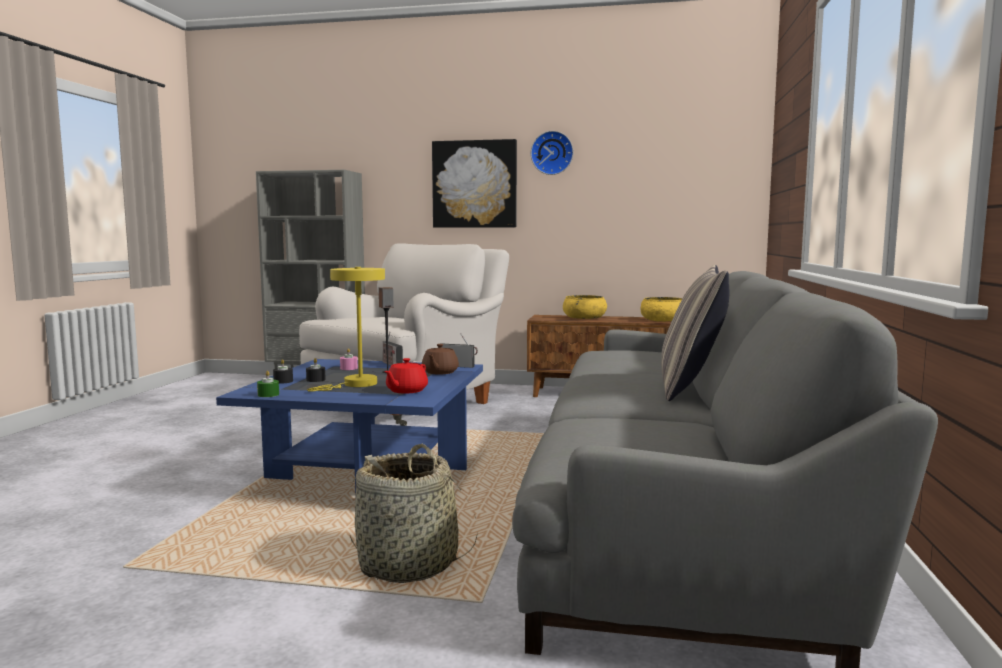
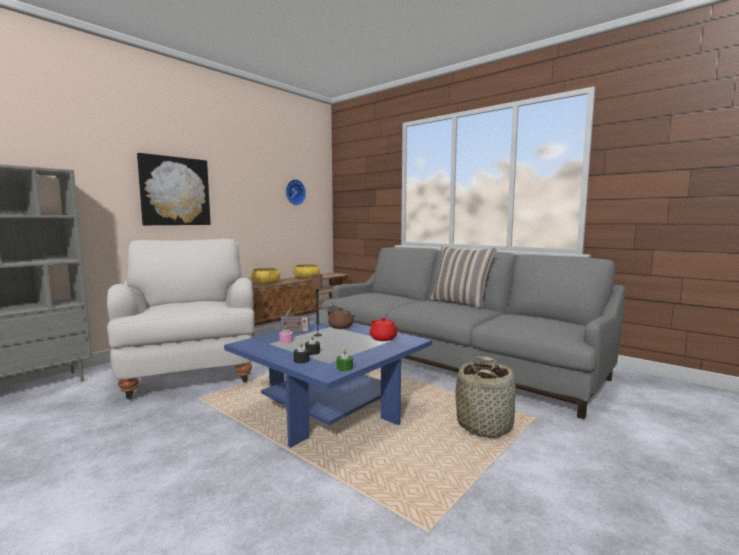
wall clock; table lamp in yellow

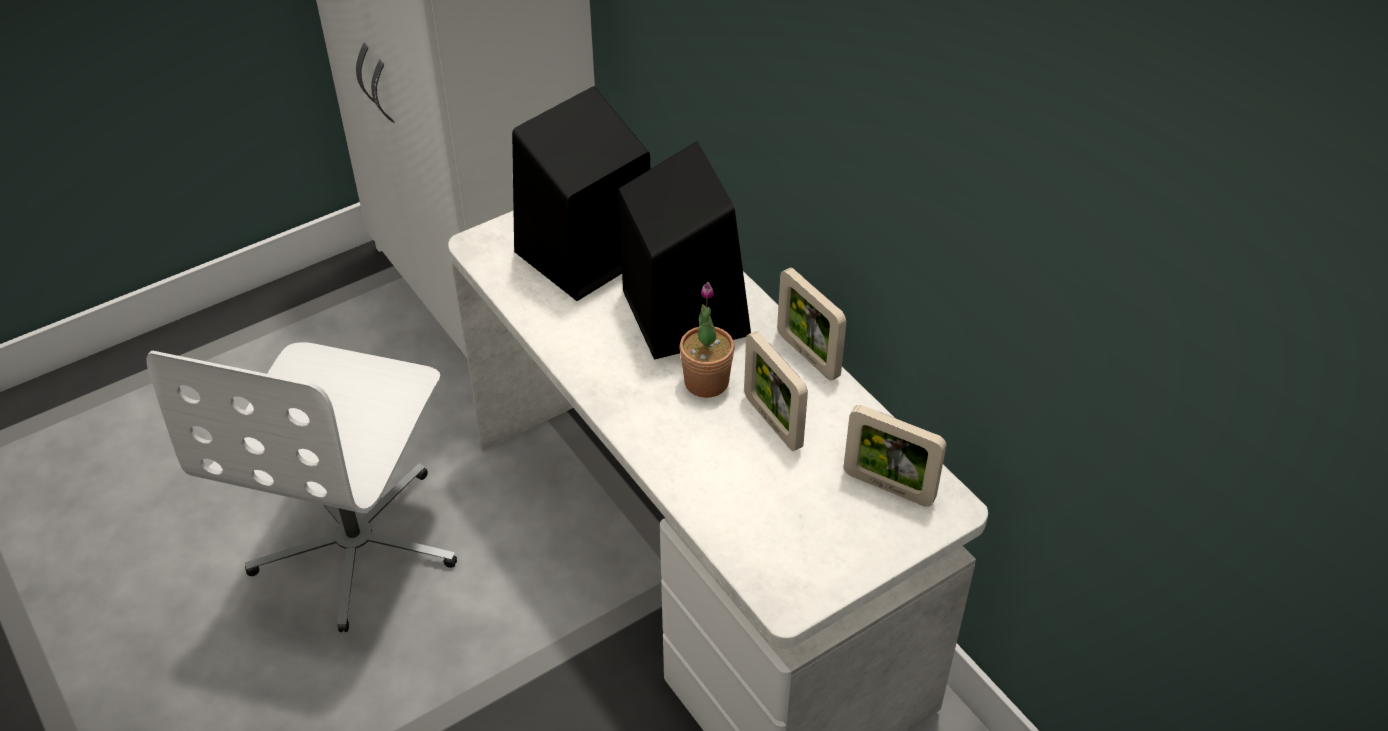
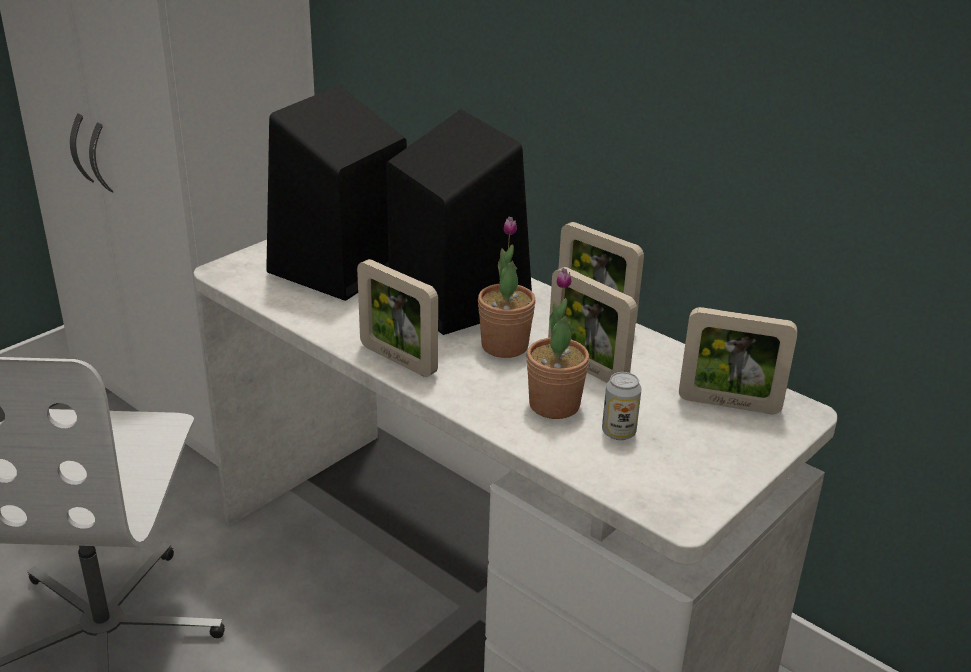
picture frame (1st from left); potted plant (2nd from left); can

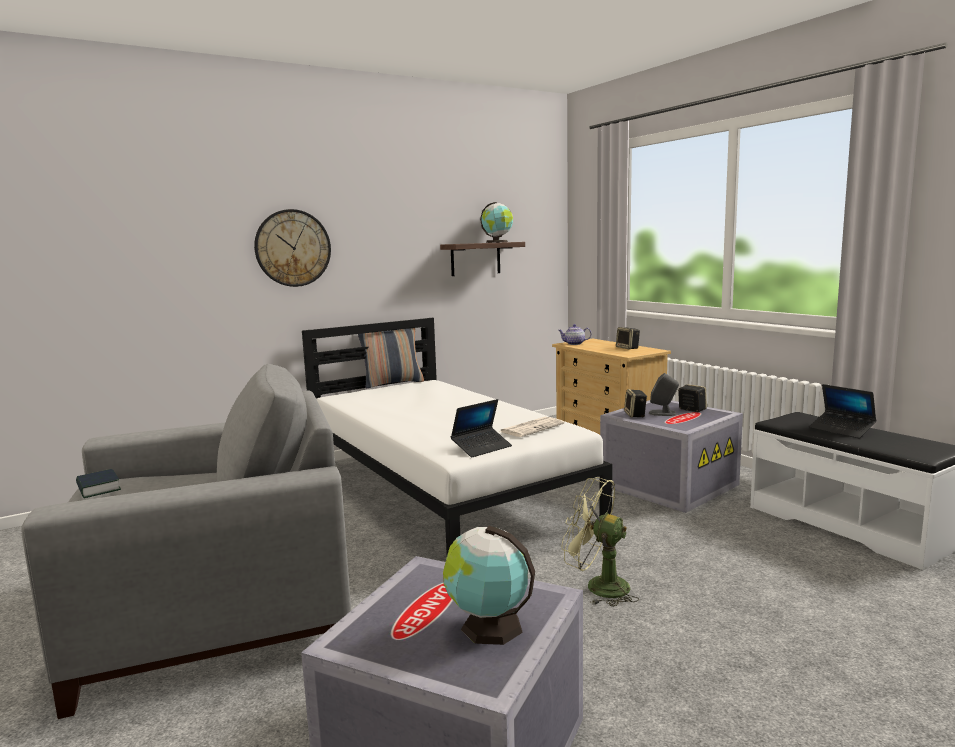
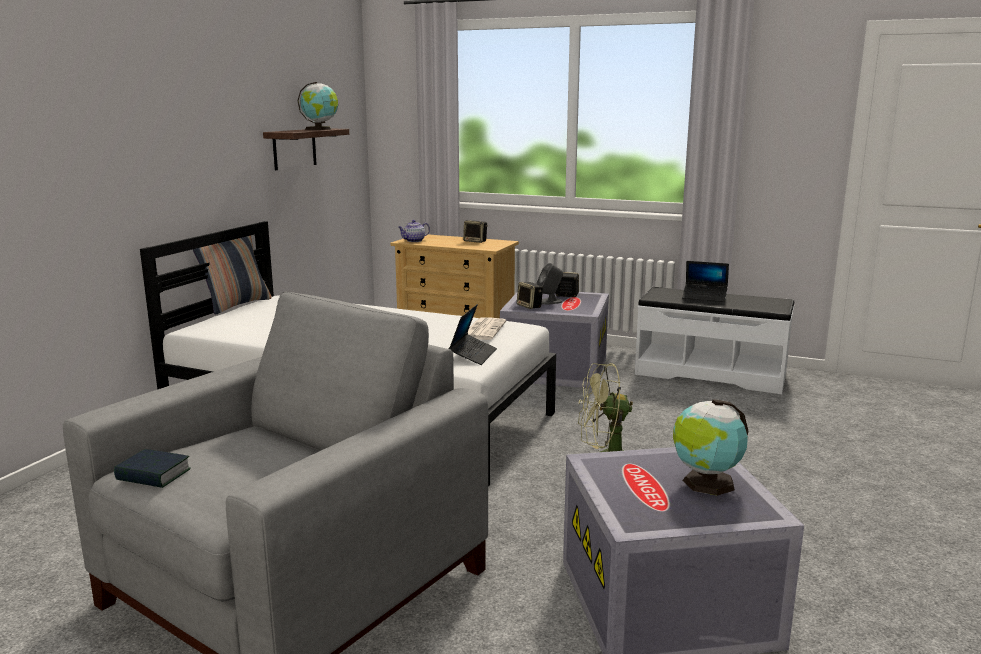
wall clock

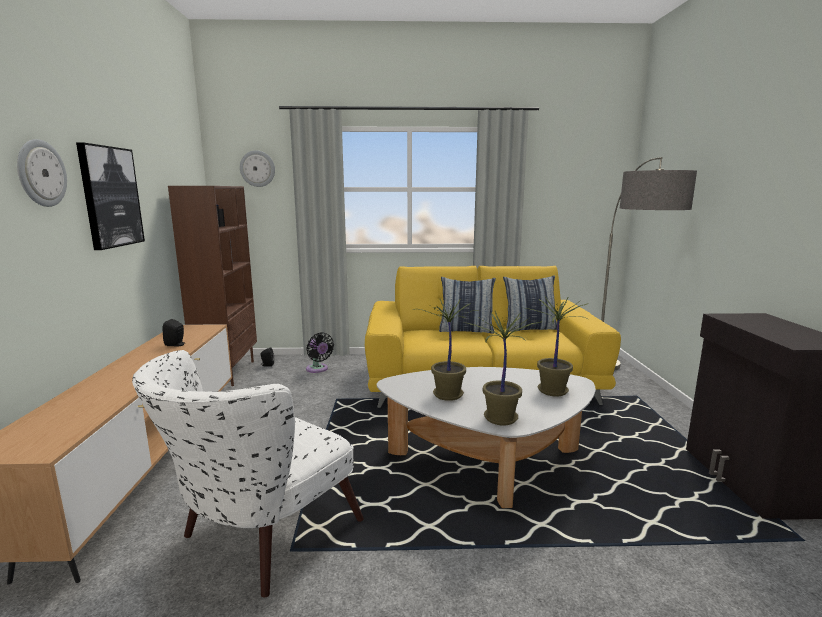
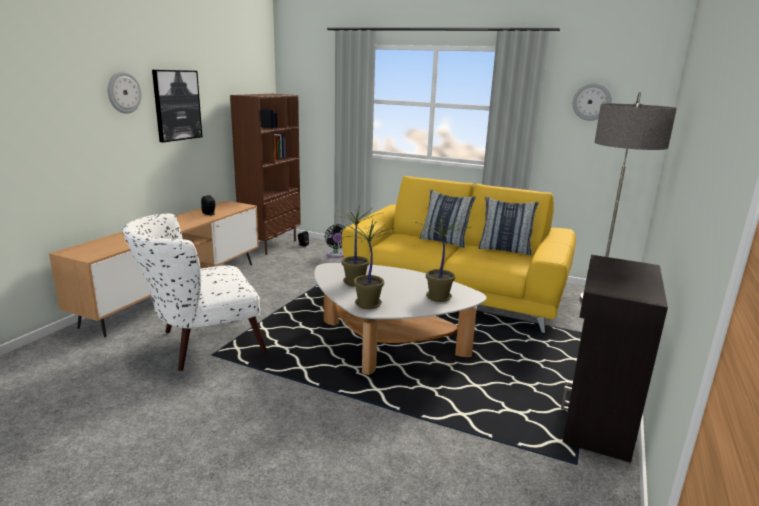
wall clock (2nd from left)

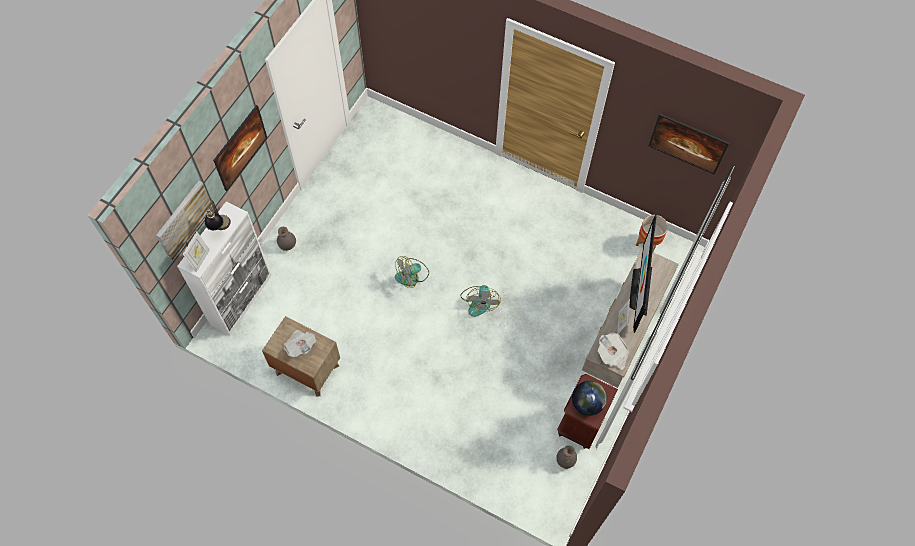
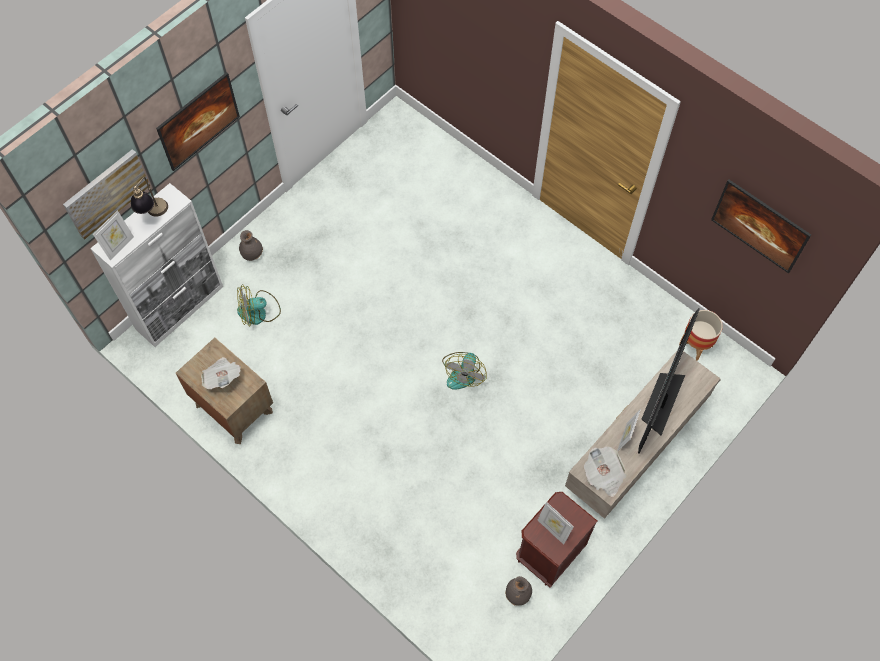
fan (1st from left); picture frame (2nd from left)

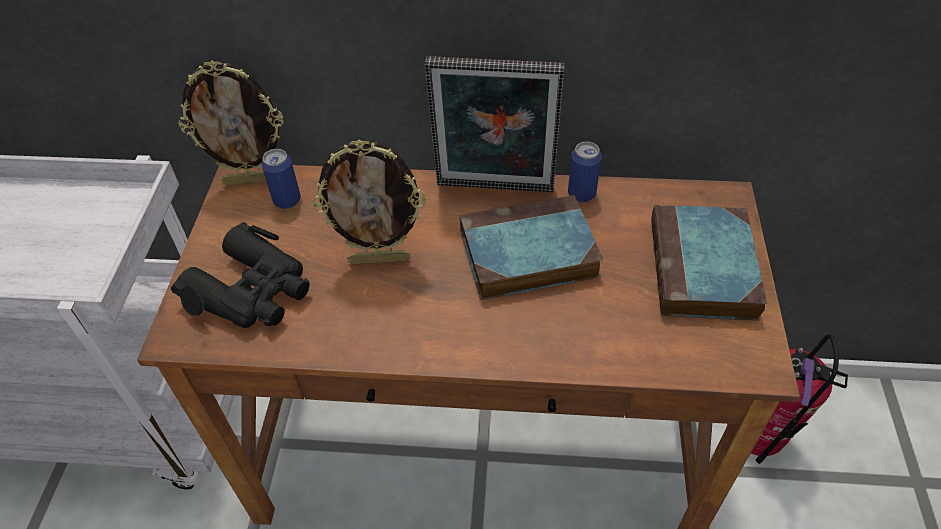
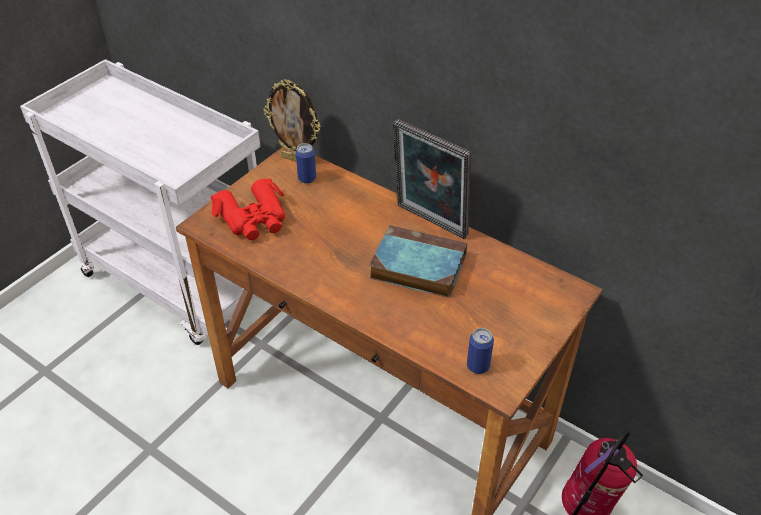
binoculars in red; can (2nd from left); picture frame (2nd from left in the first image); book (2nd from left in the first image)

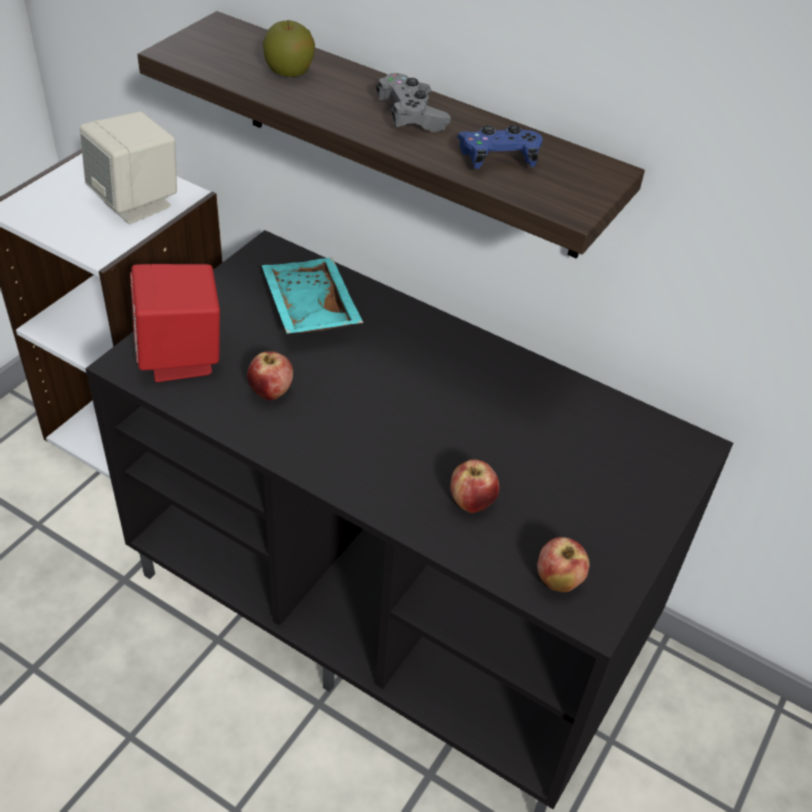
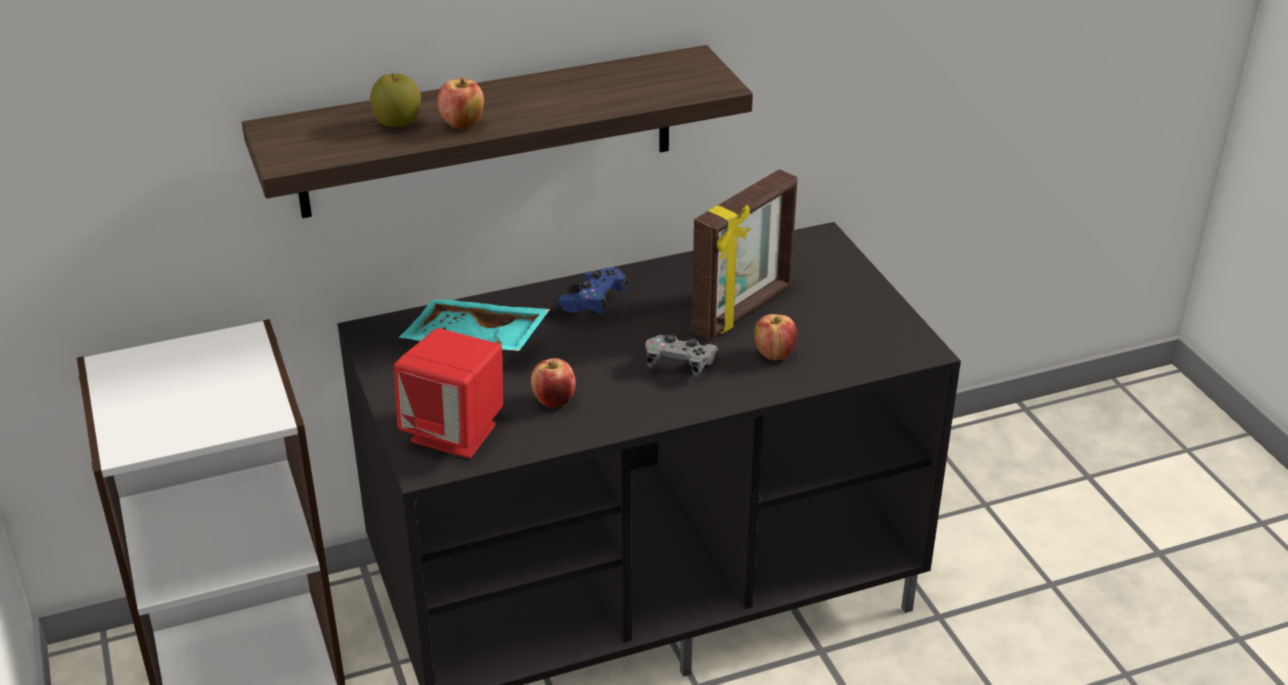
apple (2nd from left); game controller in blue; game controller in grey; picture frame; speaker in beige

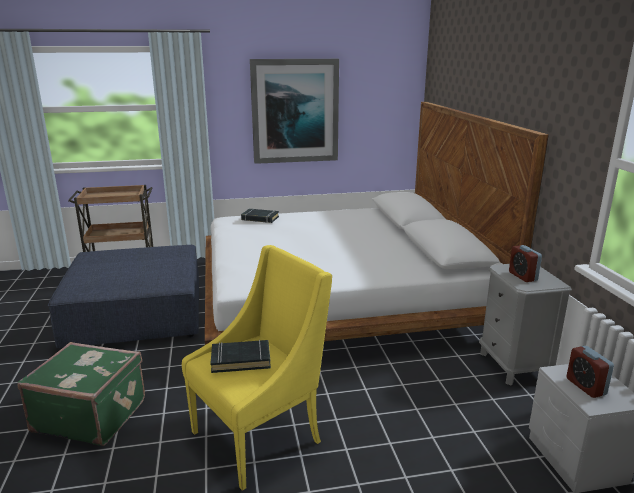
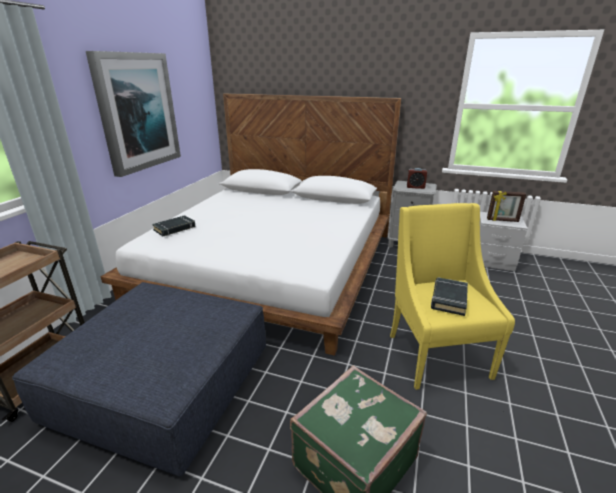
picture frame

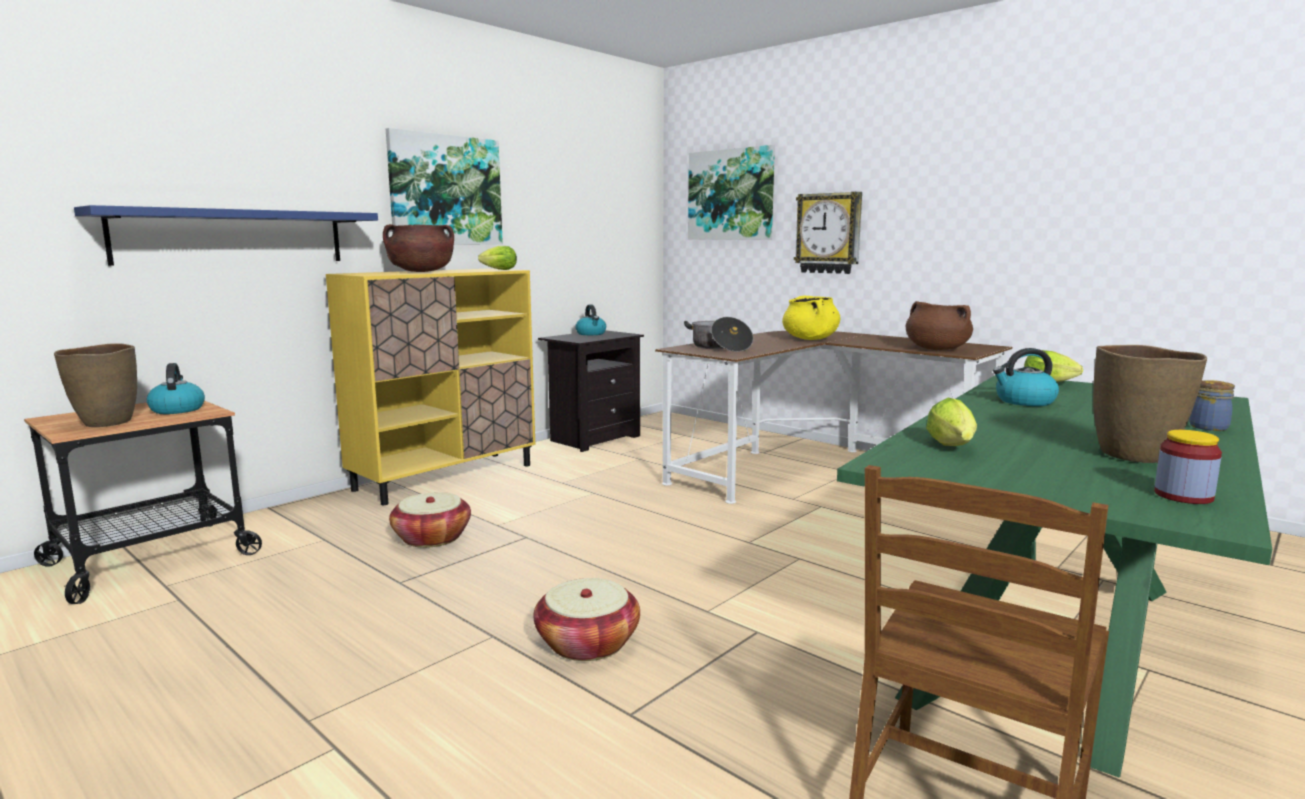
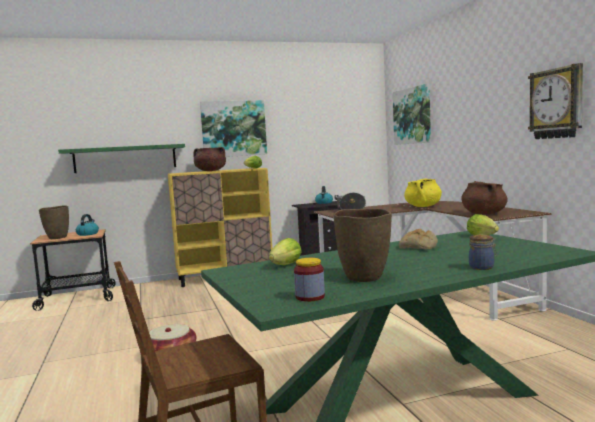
shelf in green; bread; wall clock; basket (1st from left in the first image)

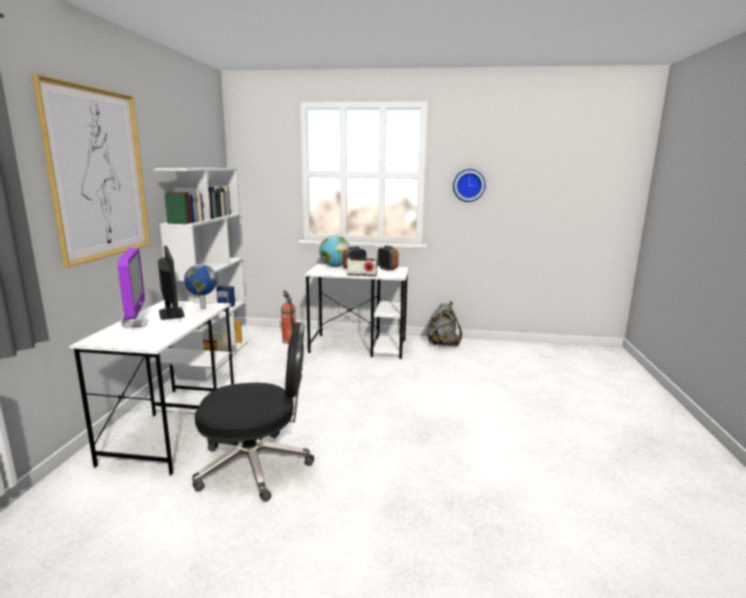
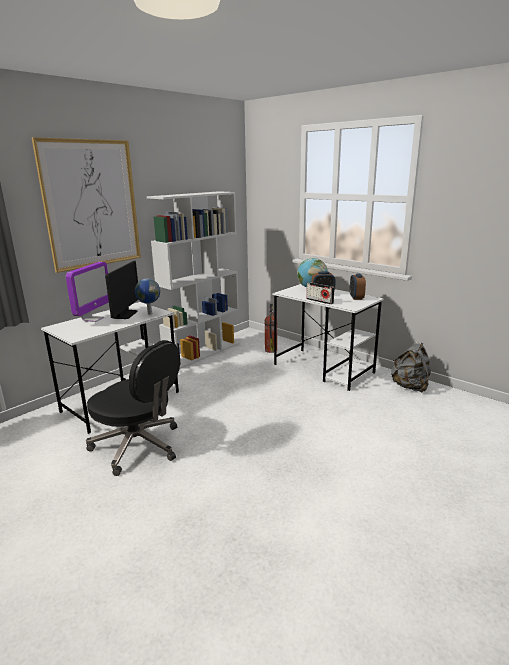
wall clock

